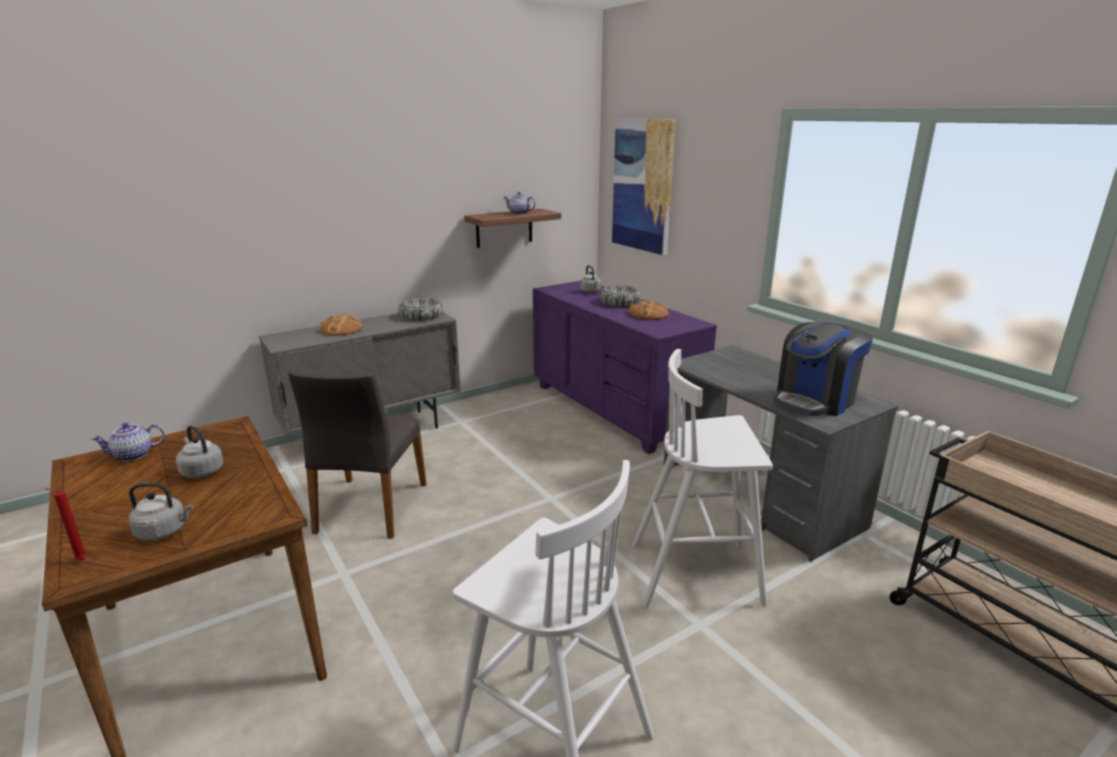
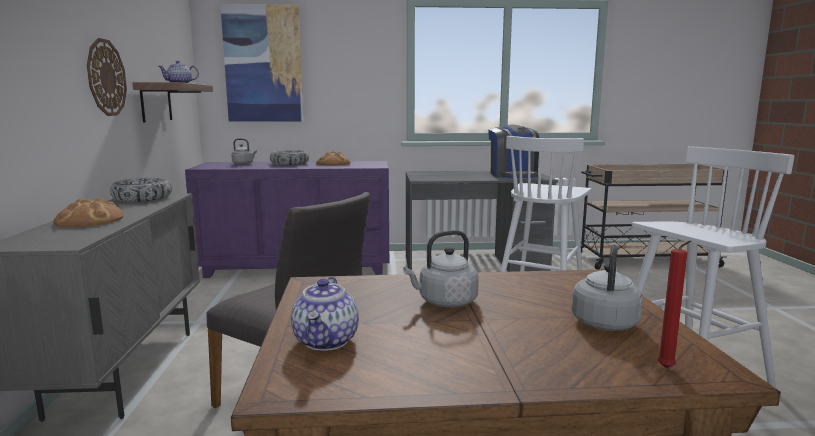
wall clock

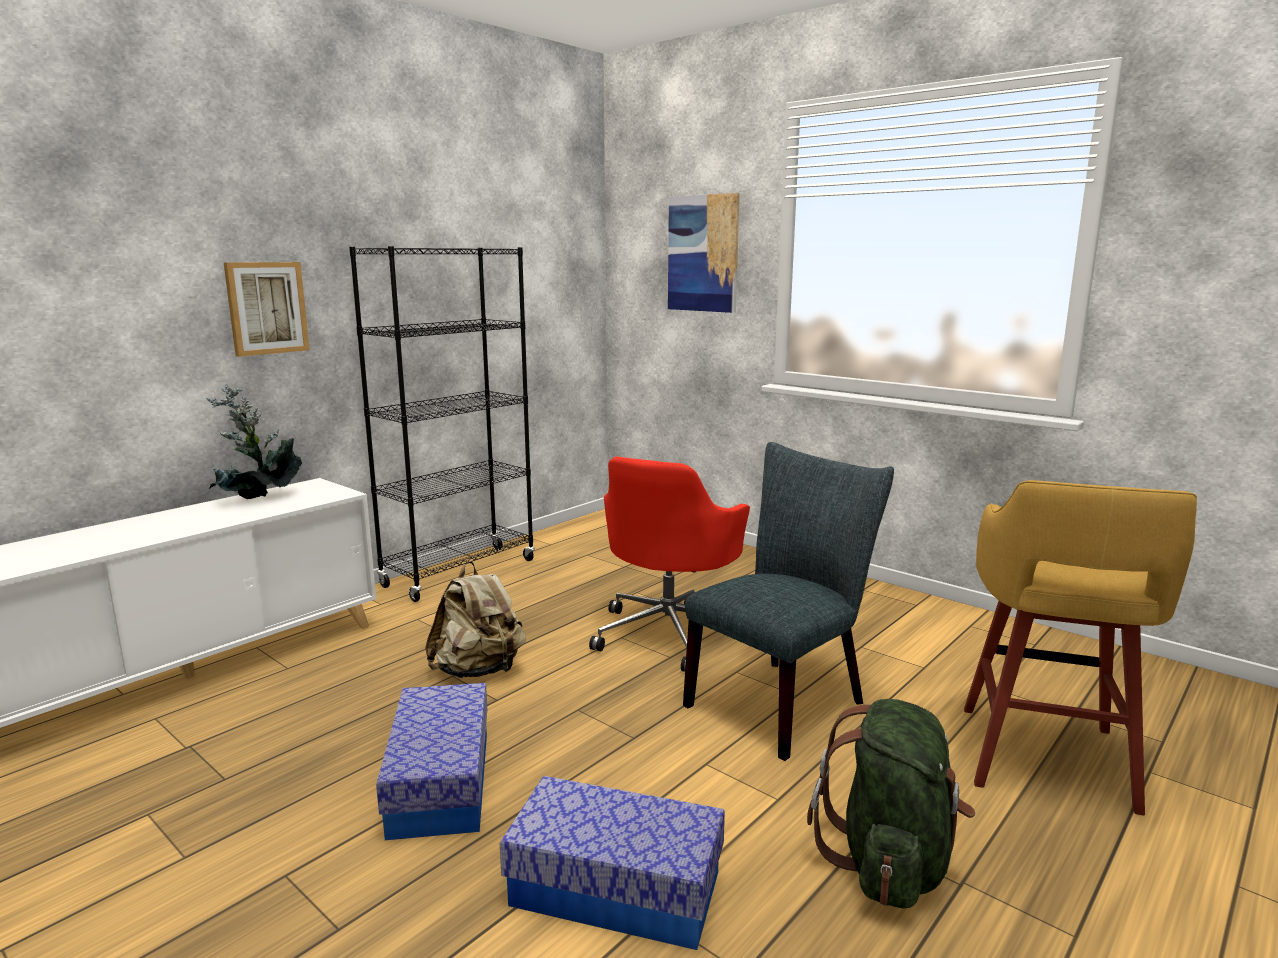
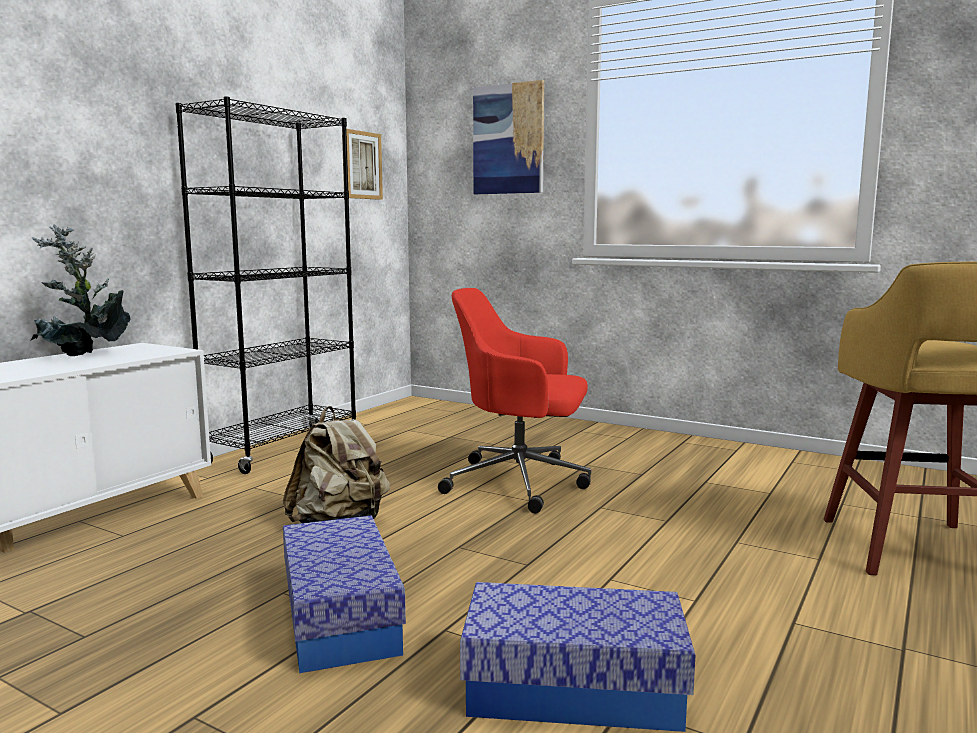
picture (1st from left); office chair in red; chair in grey; backpack in green

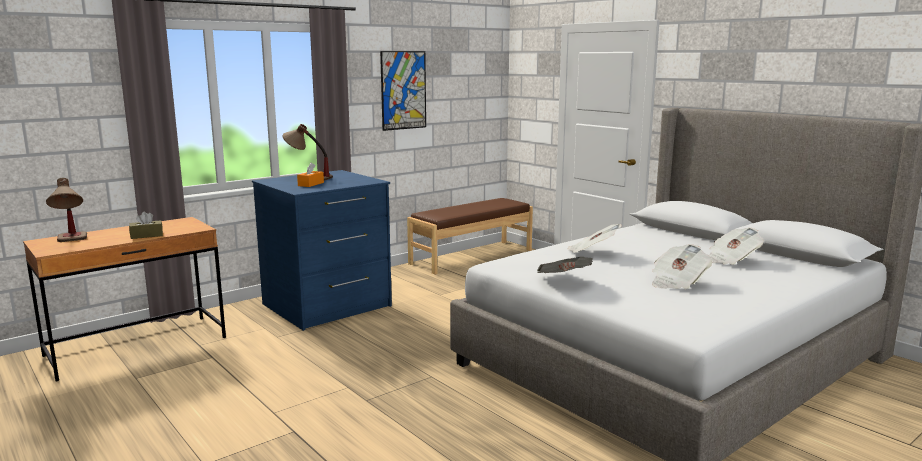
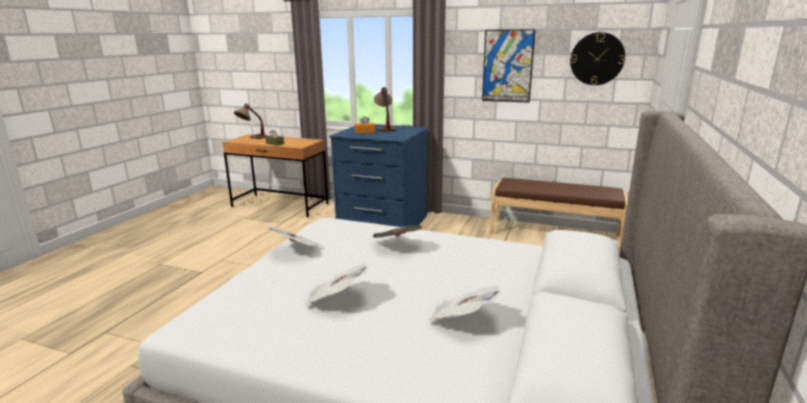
wall clock

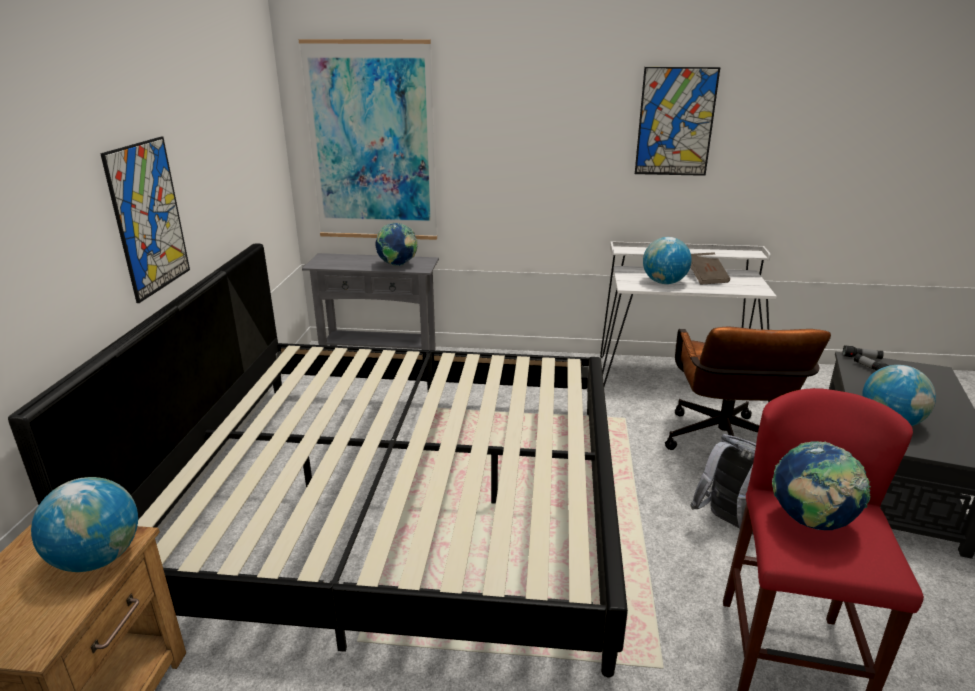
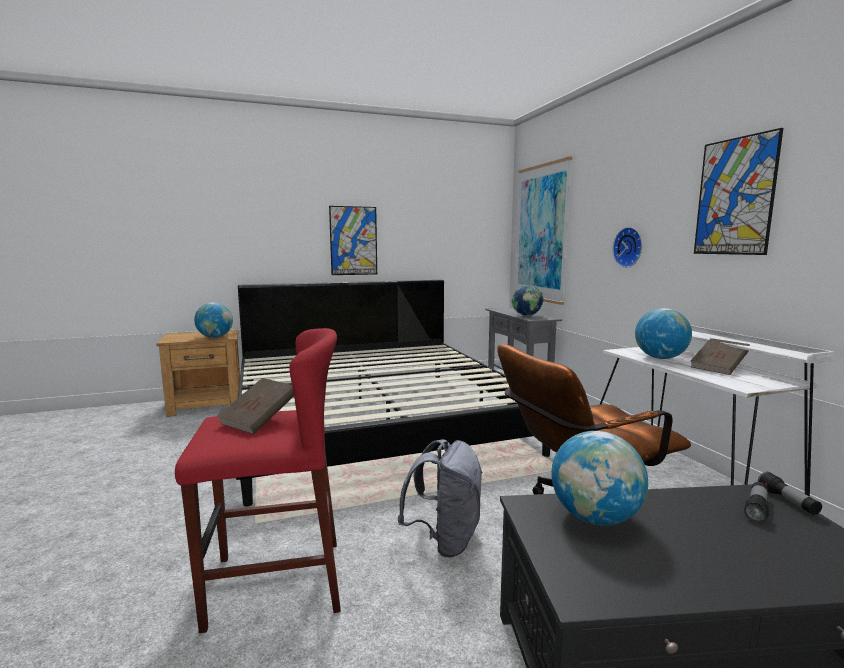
book in brown (1st from left); wall clock

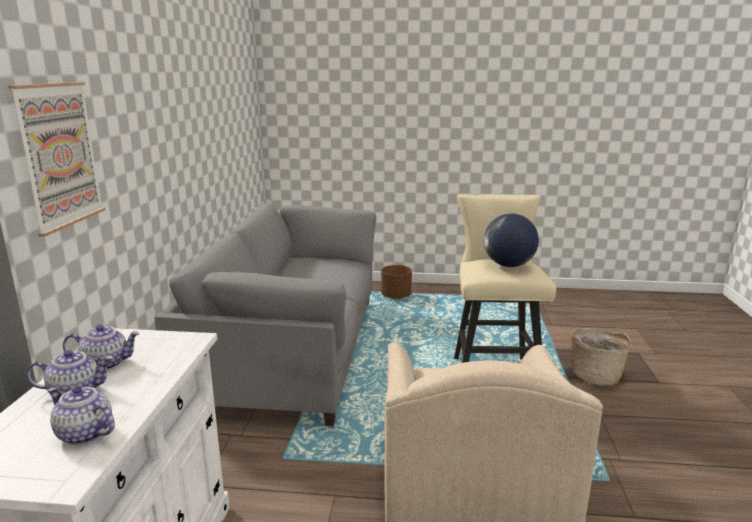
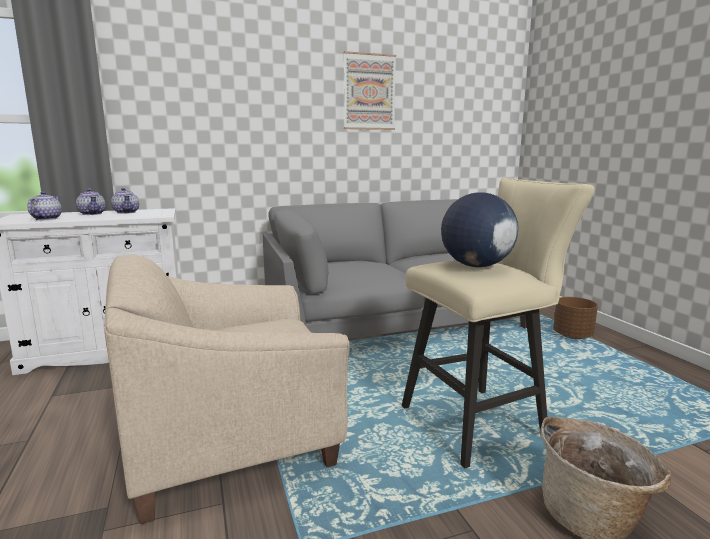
picture

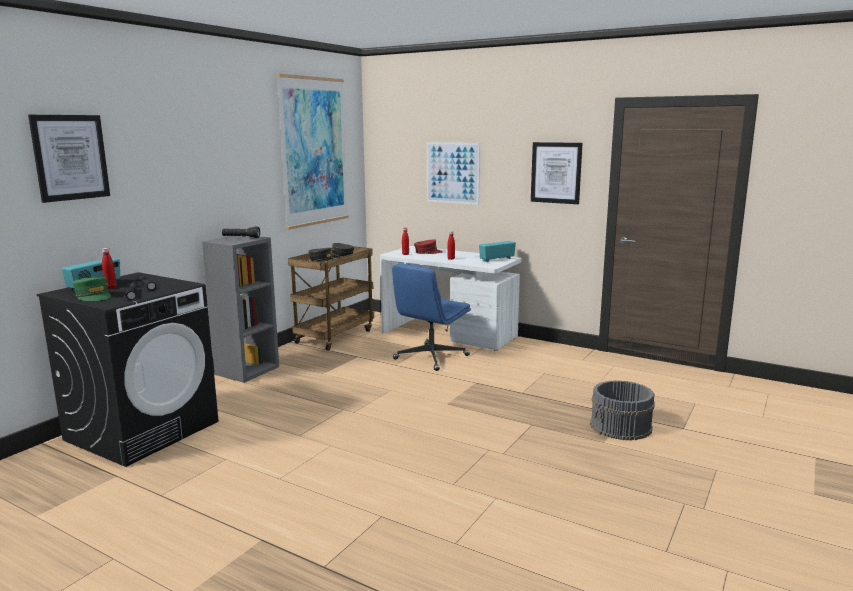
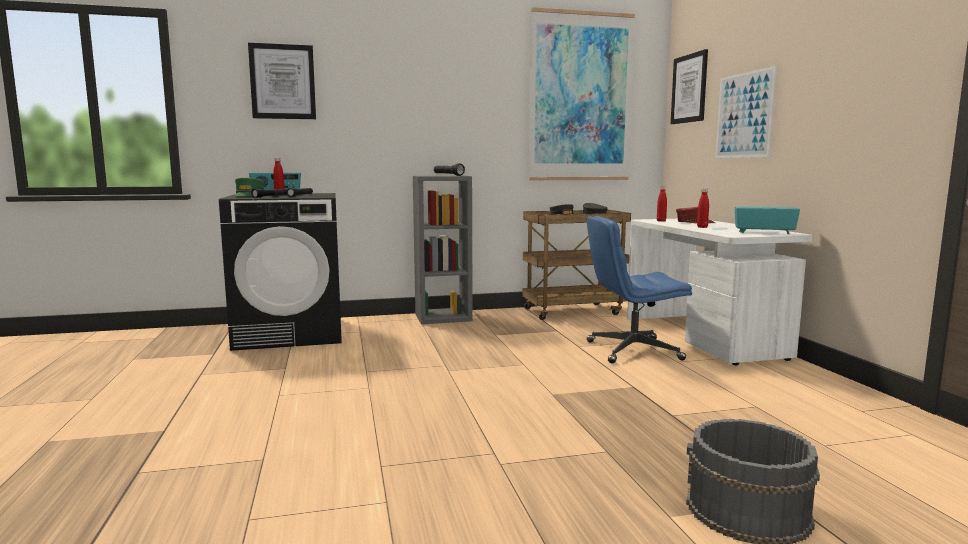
picture (3rd from left)

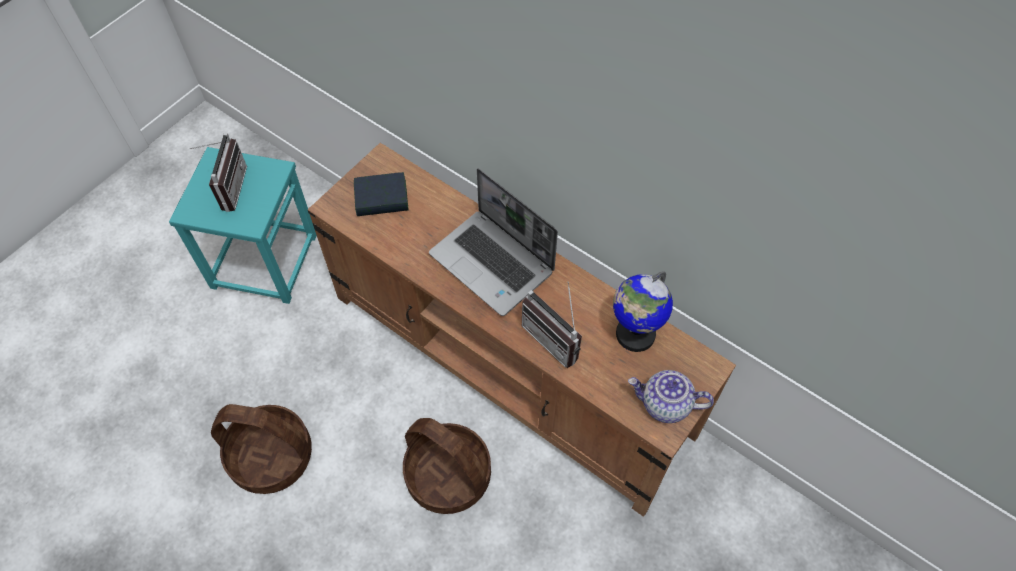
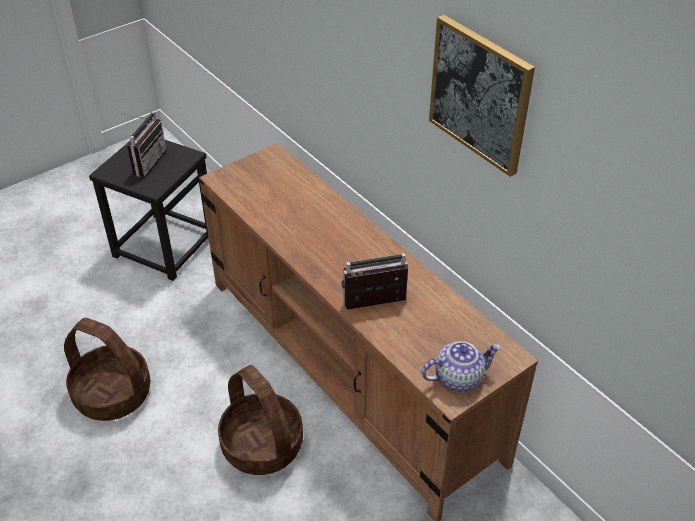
stool in black; radio (2nd from left); teapot; picture; book; laptop; globe

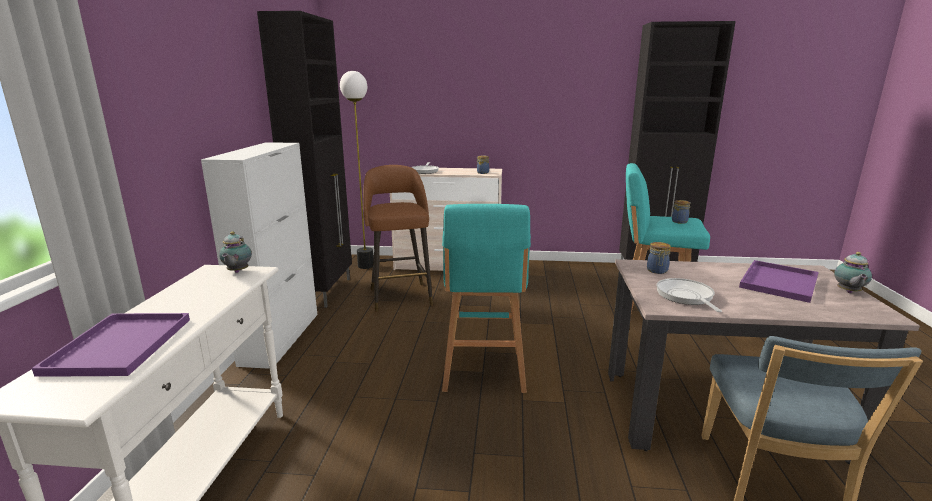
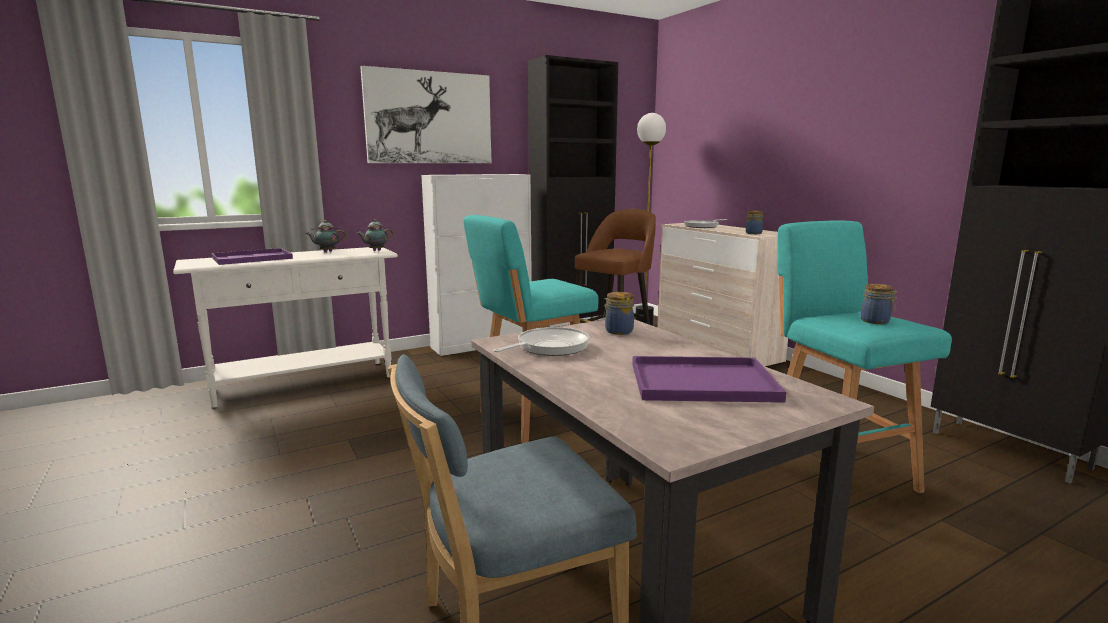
teapot (1st from left); picture

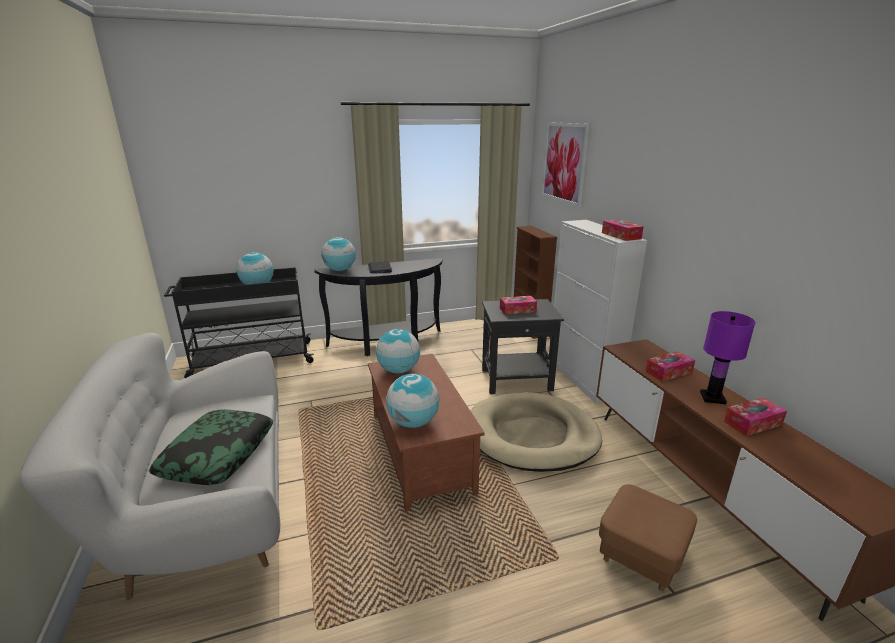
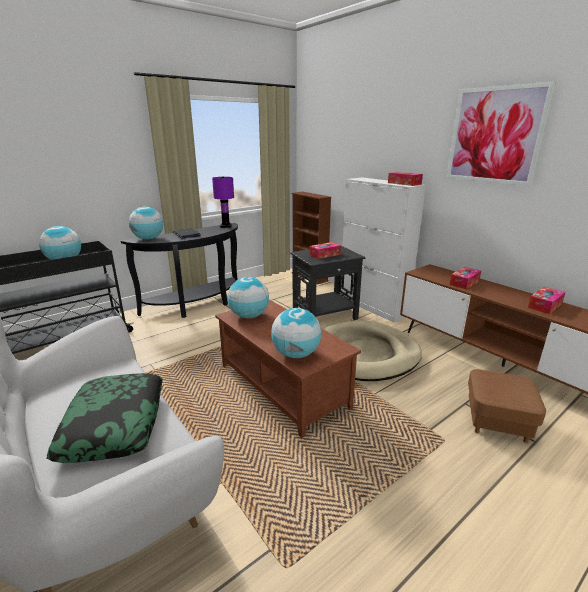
table lamp in purple; picture

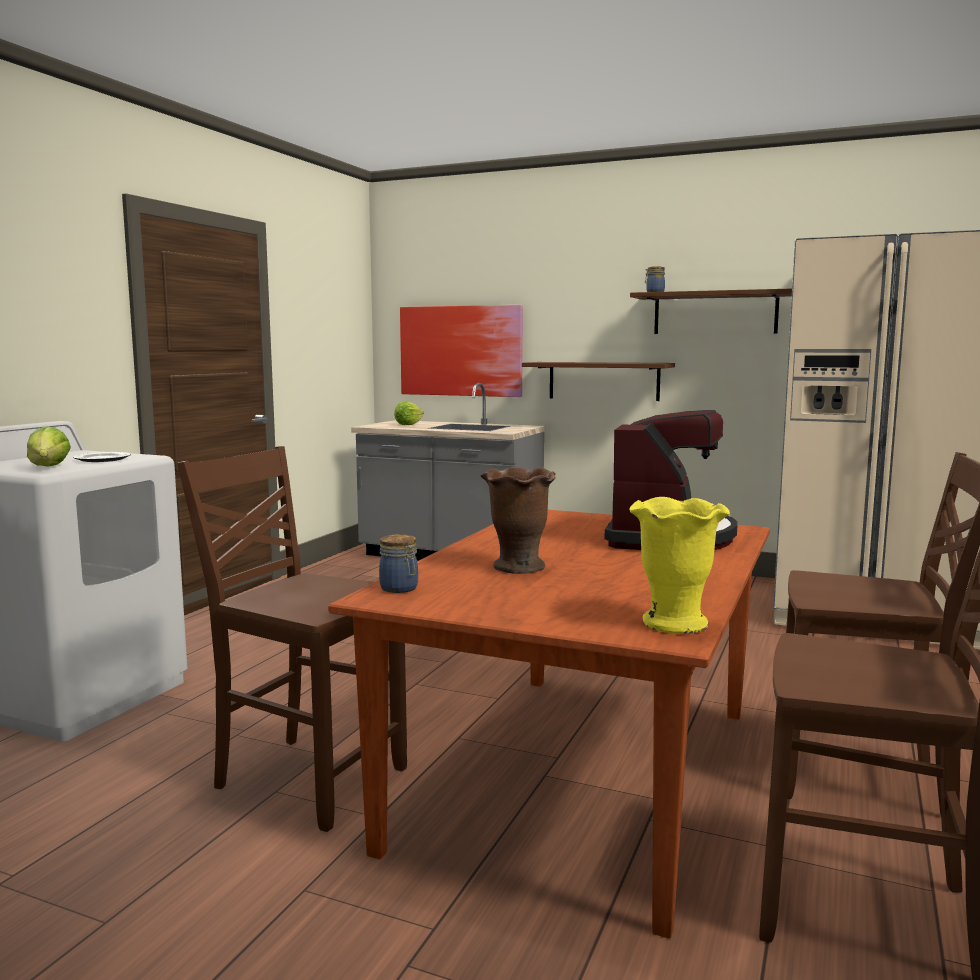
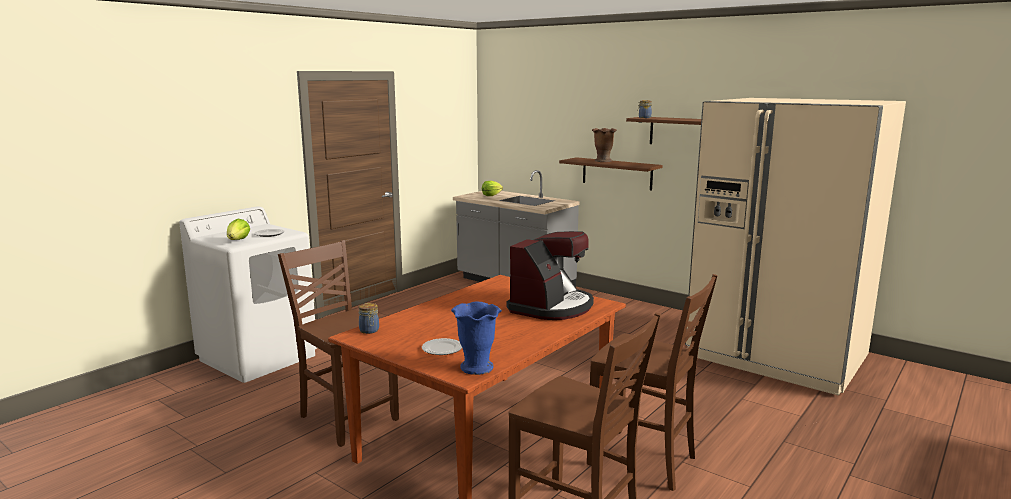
plate (2nd from left); vase in blue; vase in brown; picture

